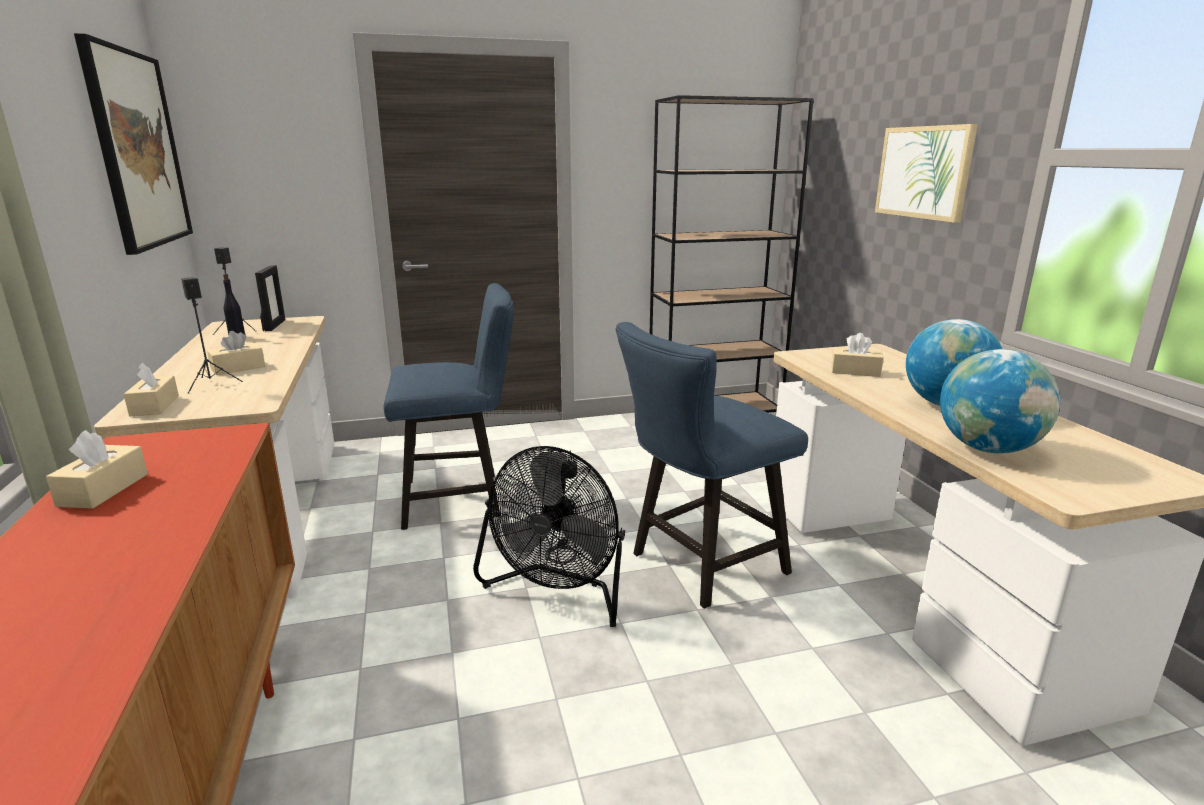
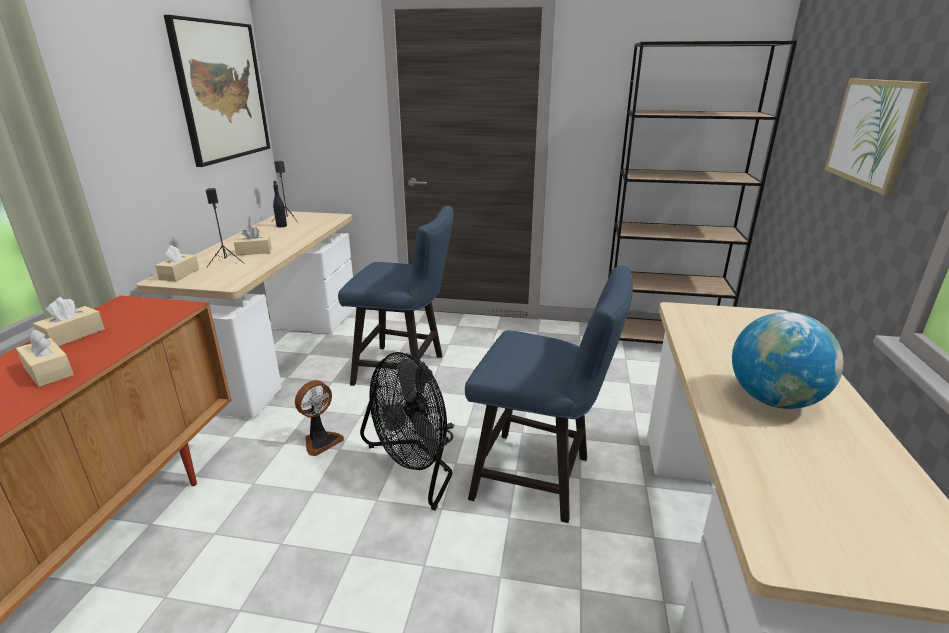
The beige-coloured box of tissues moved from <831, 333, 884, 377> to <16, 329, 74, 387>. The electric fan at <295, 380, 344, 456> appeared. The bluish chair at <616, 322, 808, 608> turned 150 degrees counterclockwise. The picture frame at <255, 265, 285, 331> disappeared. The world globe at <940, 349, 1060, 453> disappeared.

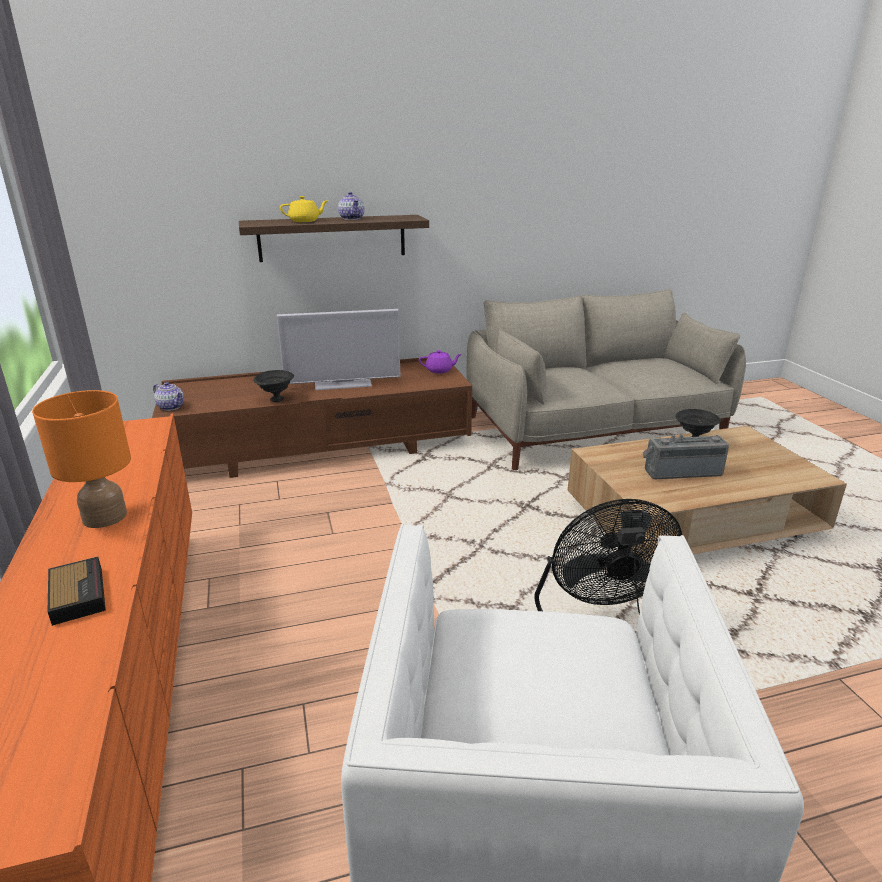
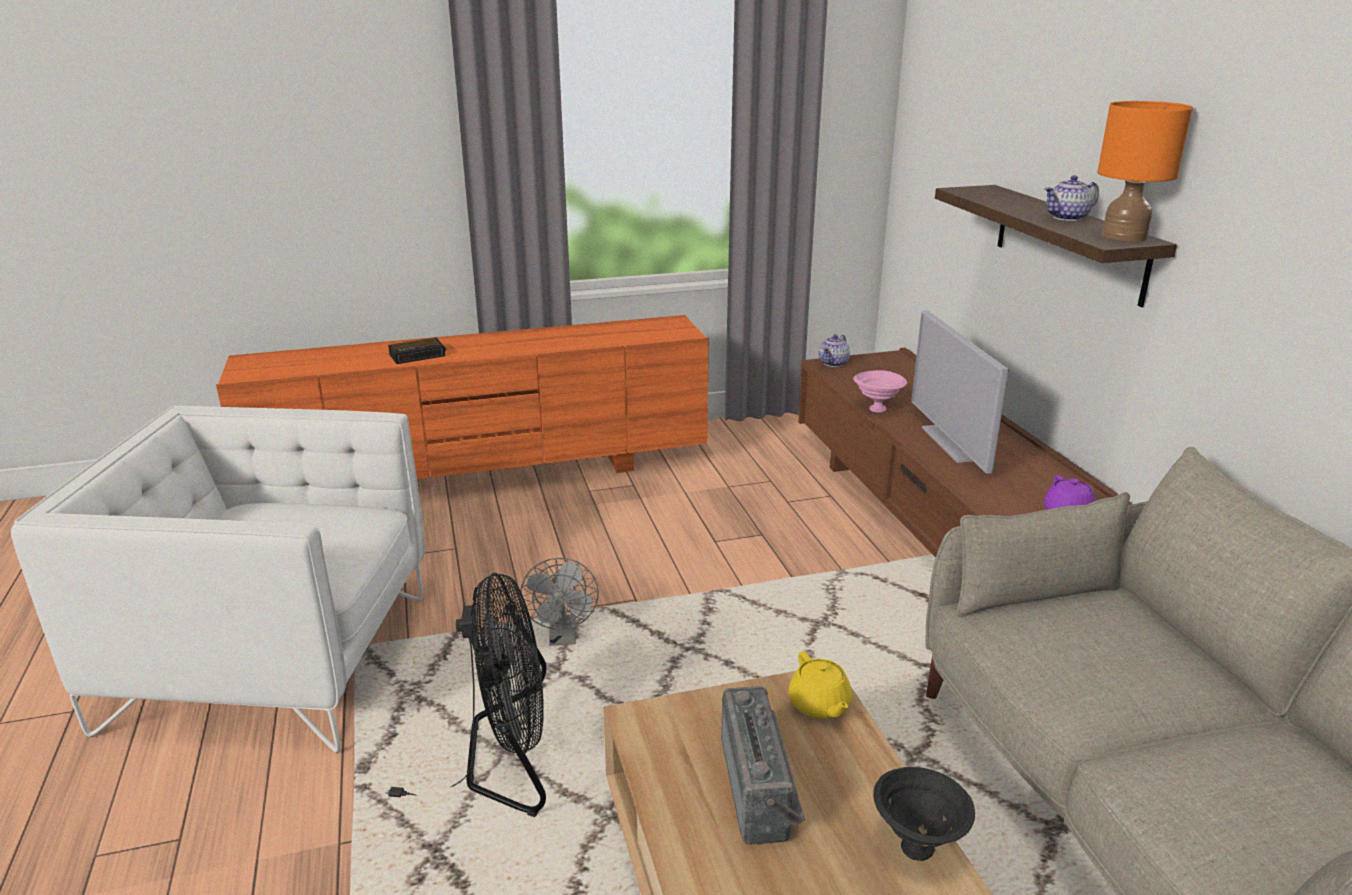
The greyish electric fan at <520, 558, 599, 646> appeared. The yellow pot for tea moved from <280, 196, 327, 222> to <789, 651, 852, 719>. The black deep dish at <253, 370, 294, 402> became the pink deep dish at <853, 370, 907, 413>. The orange tabletop lamp moved from <32, 390, 131, 528> to <1097, 101, 1193, 242>.

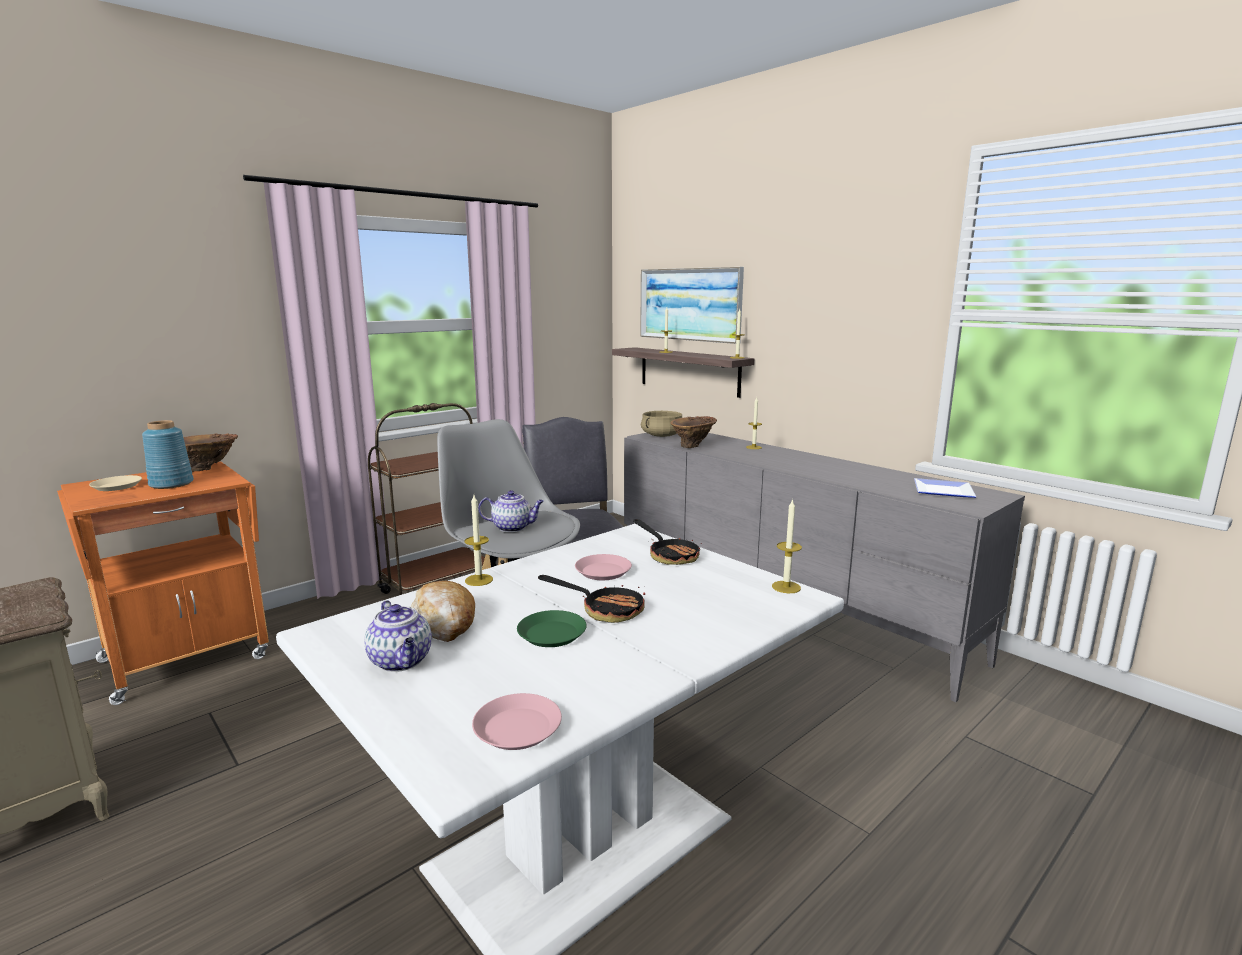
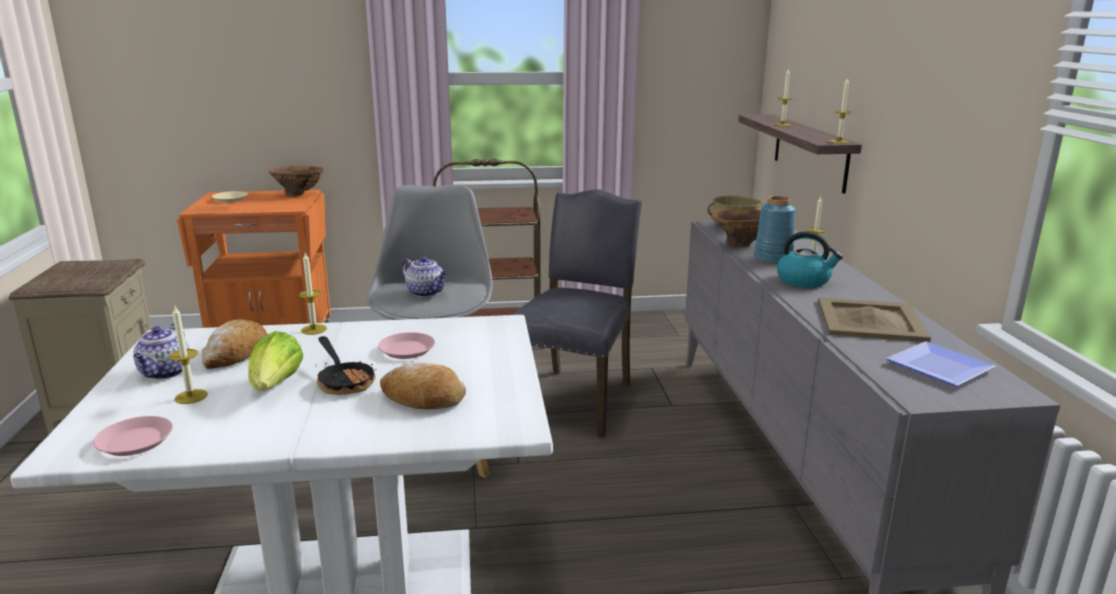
The wax candle moved from <772, 499, 802, 593> to <169, 306, 208, 404>. The greenish flat dish at <517, 610, 587, 647> was replaced by the lettuce at <248, 331, 303, 391>. The baked bread at <380, 362, 466, 409> appeared. The bluish decorative vase moved from <142, 420, 194, 489> to <754, 196, 796, 264>. The water kettle at <777, 231, 843, 288> appeared. The beige-coloured carrying tray at <818, 297, 931, 342> appeared. The skillet at <633, 519, 702, 565> disappeared. The wall art at <640, 267, 744, 344> disappeared.

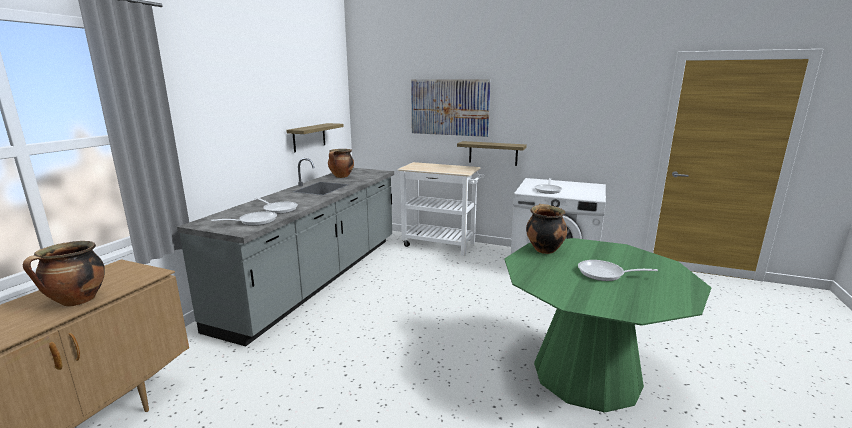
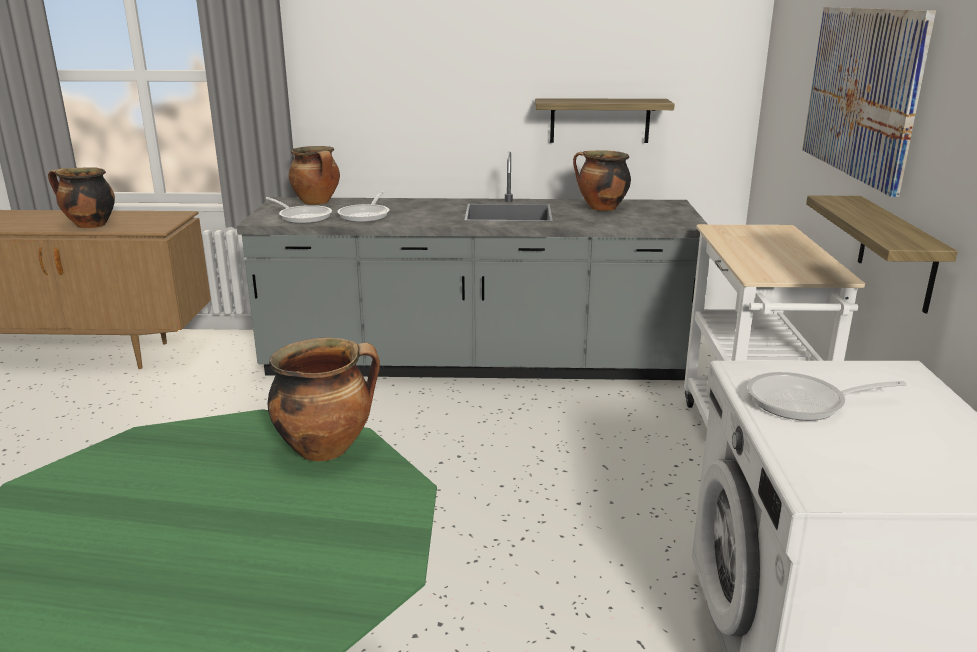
The stockpot at <288, 146, 340, 205> appeared. The skillet at <578, 260, 658, 281> disappeared.

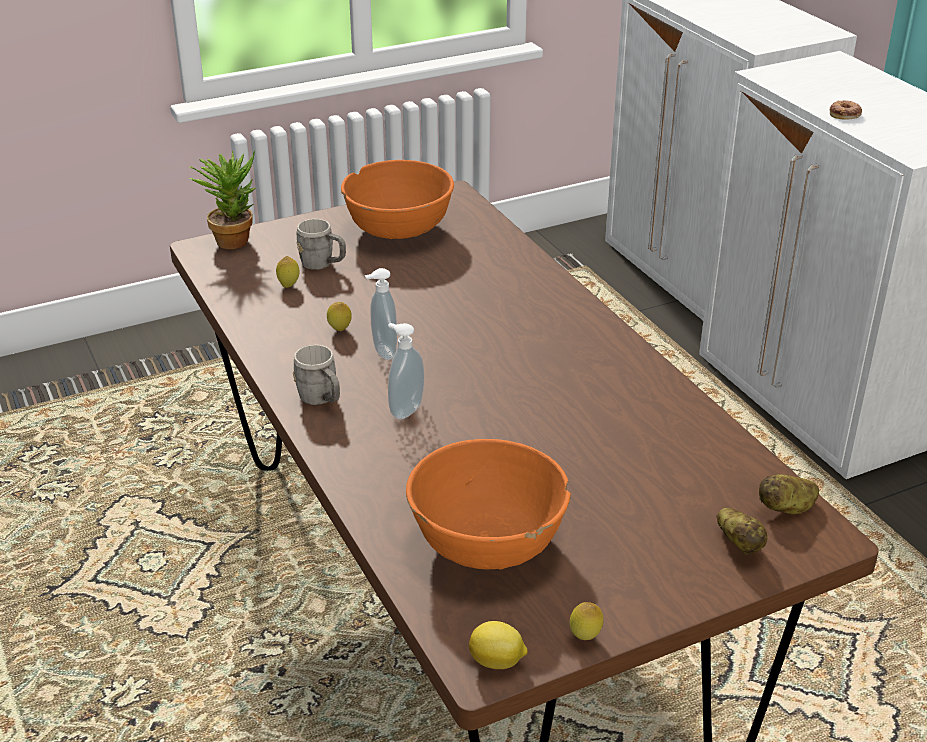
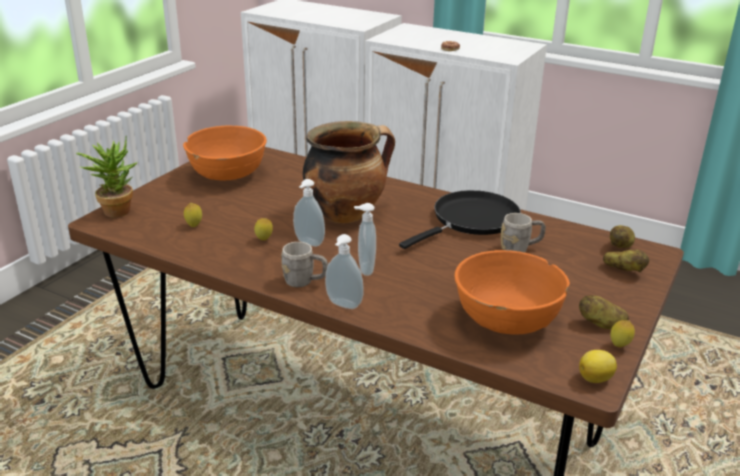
The stockpot at <303, 121, 395, 223> appeared. The liquid soap bottle at <325, 234, 364, 309> appeared. The black skillet at <399, 190, 521, 249> appeared. The greyish tea mug moved from <296, 219, 346, 270> to <501, 213, 546, 253>. The spud at <579, 295, 629, 329> appeared.

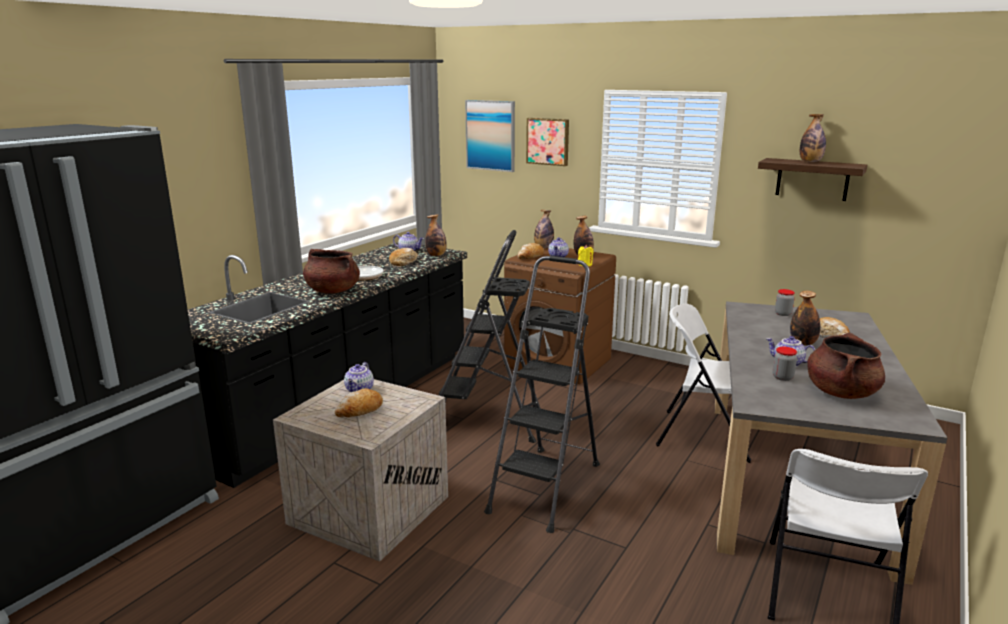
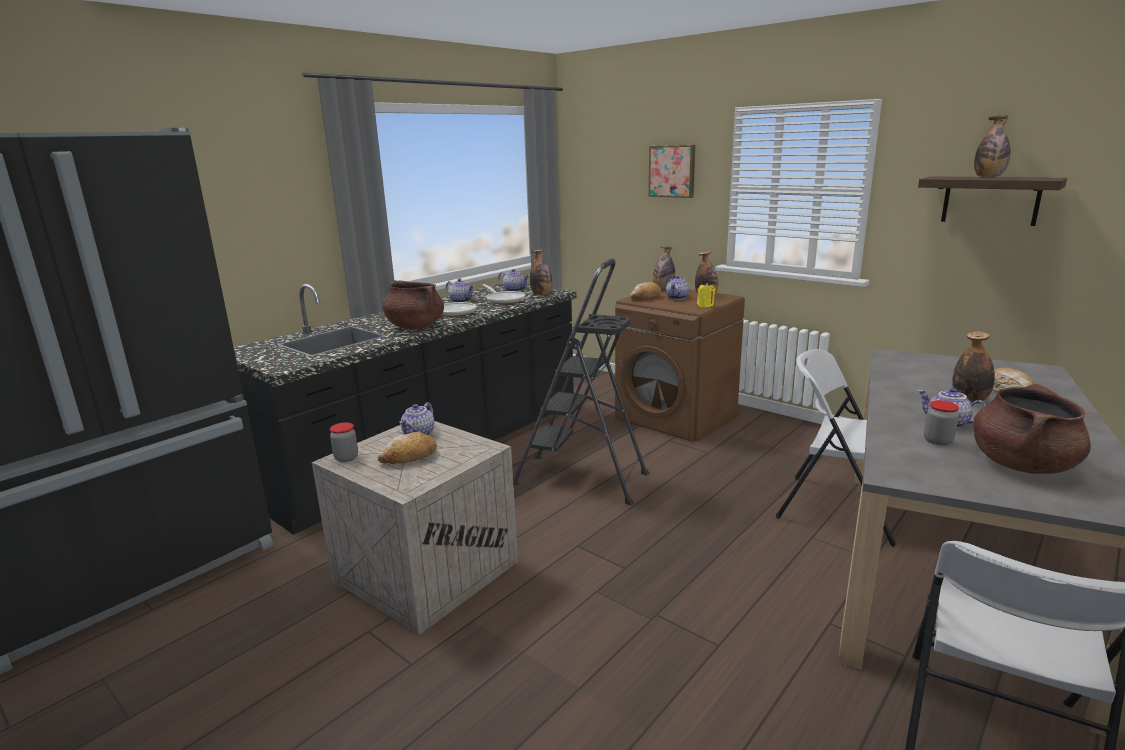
The preserve jar moved from <775, 289, 795, 316> to <330, 422, 358, 462>. The pot for tea at <446, 278, 474, 302> appeared. The baked bread at <389, 248, 418, 266> was replaced by the skillet at <483, 284, 525, 304>. The wall art at <465, 100, 515, 172> disappeared. The step ladder at <484, 256, 600, 533> disappeared.

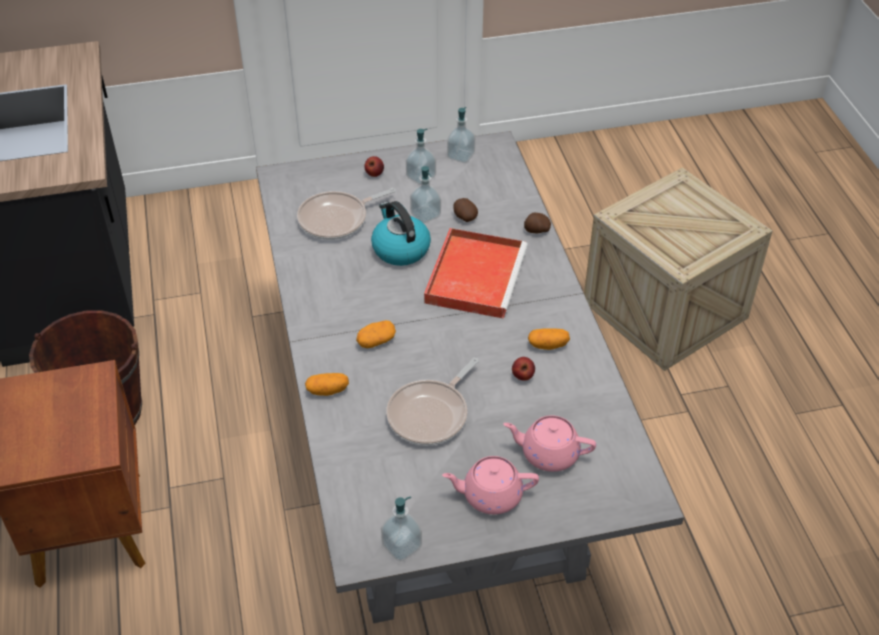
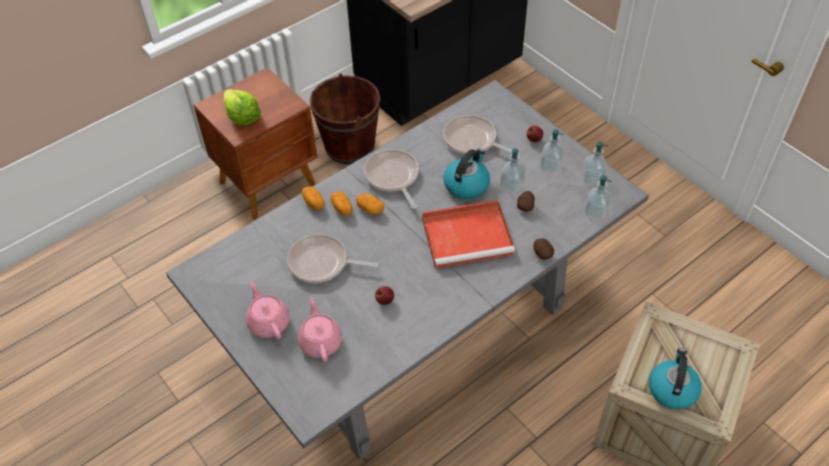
The lettuce at <223, 89, 261, 125> appeared. The spud moved from <528, 328, 570, 350> to <331, 192, 353, 216>. The skillet at <364, 149, 419, 209> appeared. The liquid soap bottle moved from <381, 496, 422, 561> to <585, 175, 612, 219>. The water kettle at <649, 348, 702, 409> appeared.

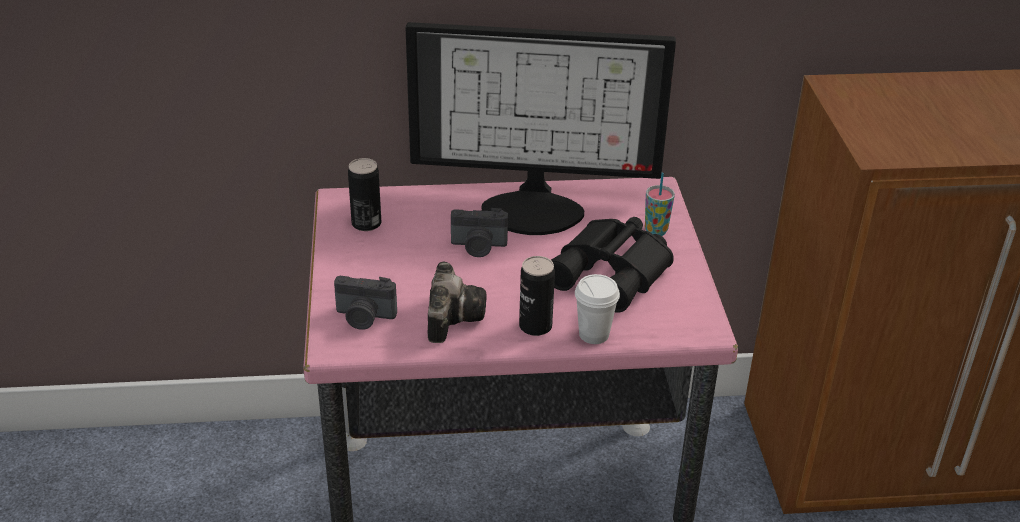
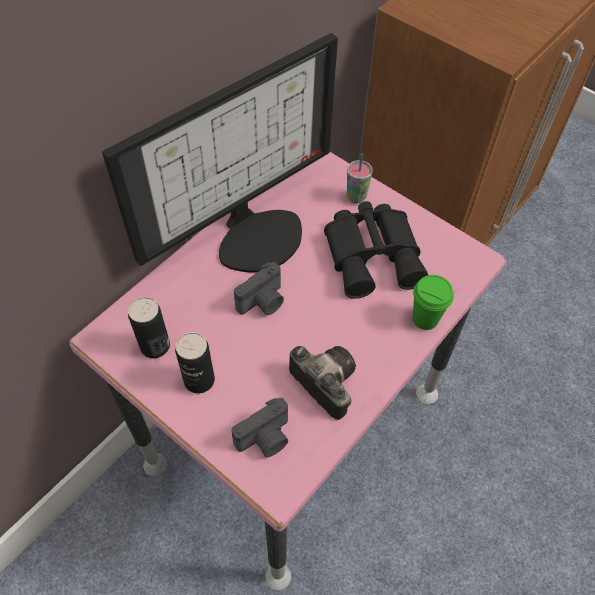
The can moved from <519, 256, 555, 336> to <175, 332, 215, 393>. The white-coloured drinking cup at <575, 274, 620, 344> became the greenish drinking cup at <412, 275, 454, 330>.

